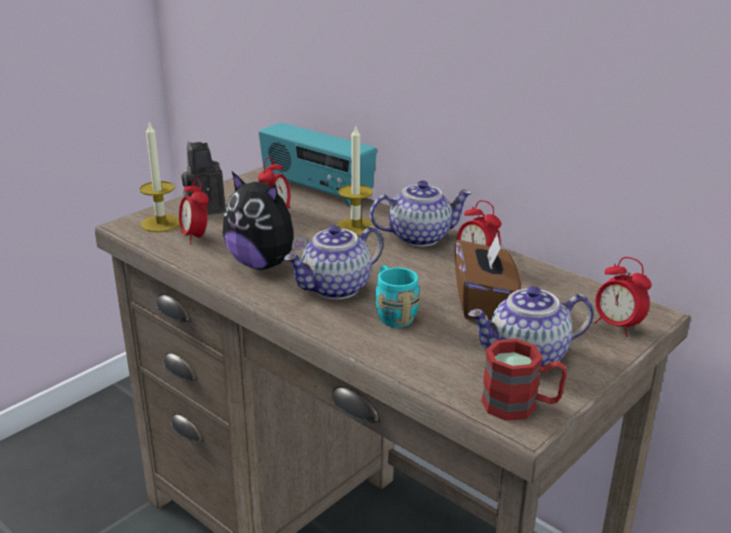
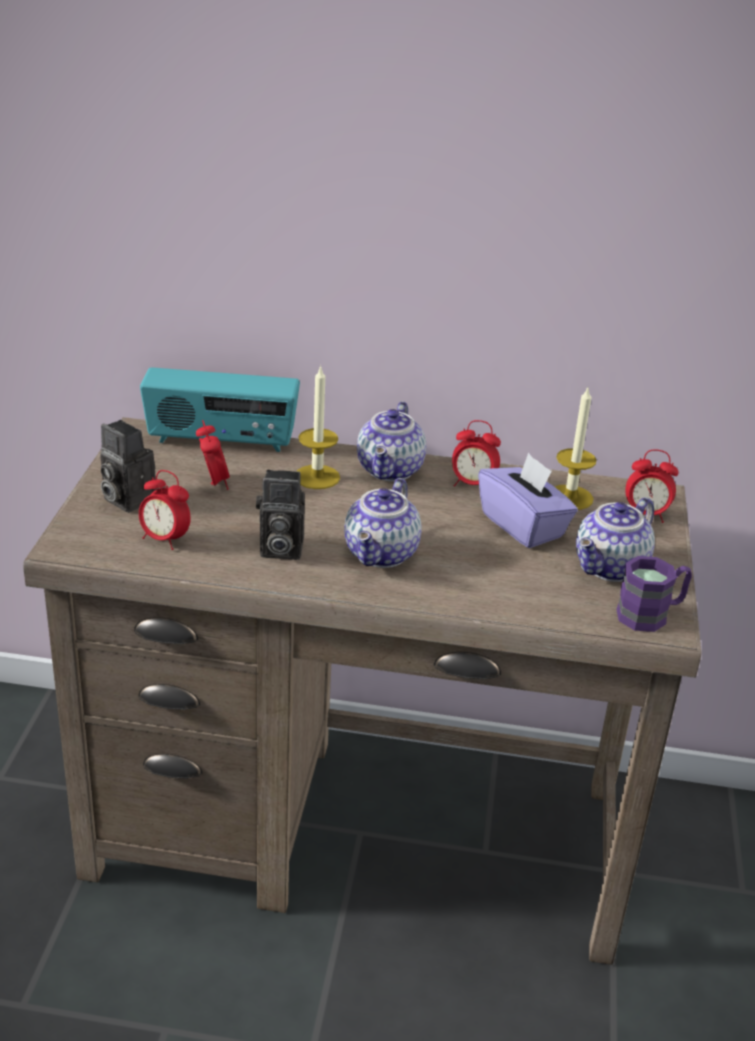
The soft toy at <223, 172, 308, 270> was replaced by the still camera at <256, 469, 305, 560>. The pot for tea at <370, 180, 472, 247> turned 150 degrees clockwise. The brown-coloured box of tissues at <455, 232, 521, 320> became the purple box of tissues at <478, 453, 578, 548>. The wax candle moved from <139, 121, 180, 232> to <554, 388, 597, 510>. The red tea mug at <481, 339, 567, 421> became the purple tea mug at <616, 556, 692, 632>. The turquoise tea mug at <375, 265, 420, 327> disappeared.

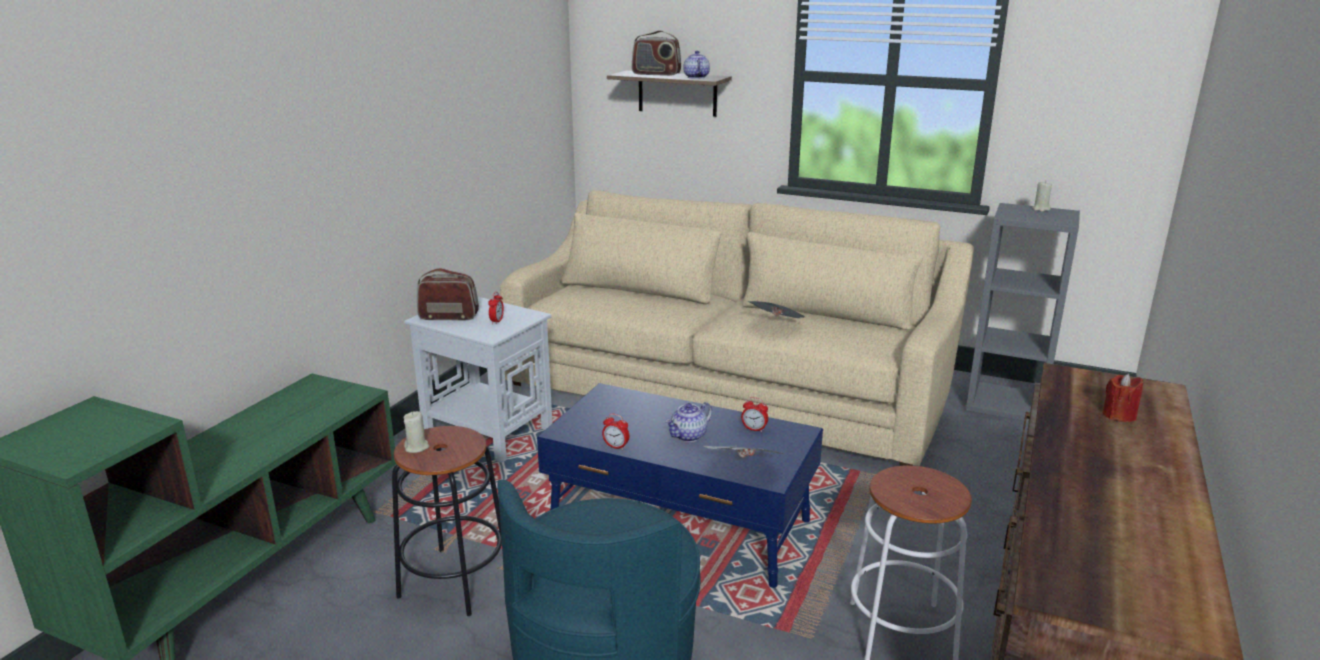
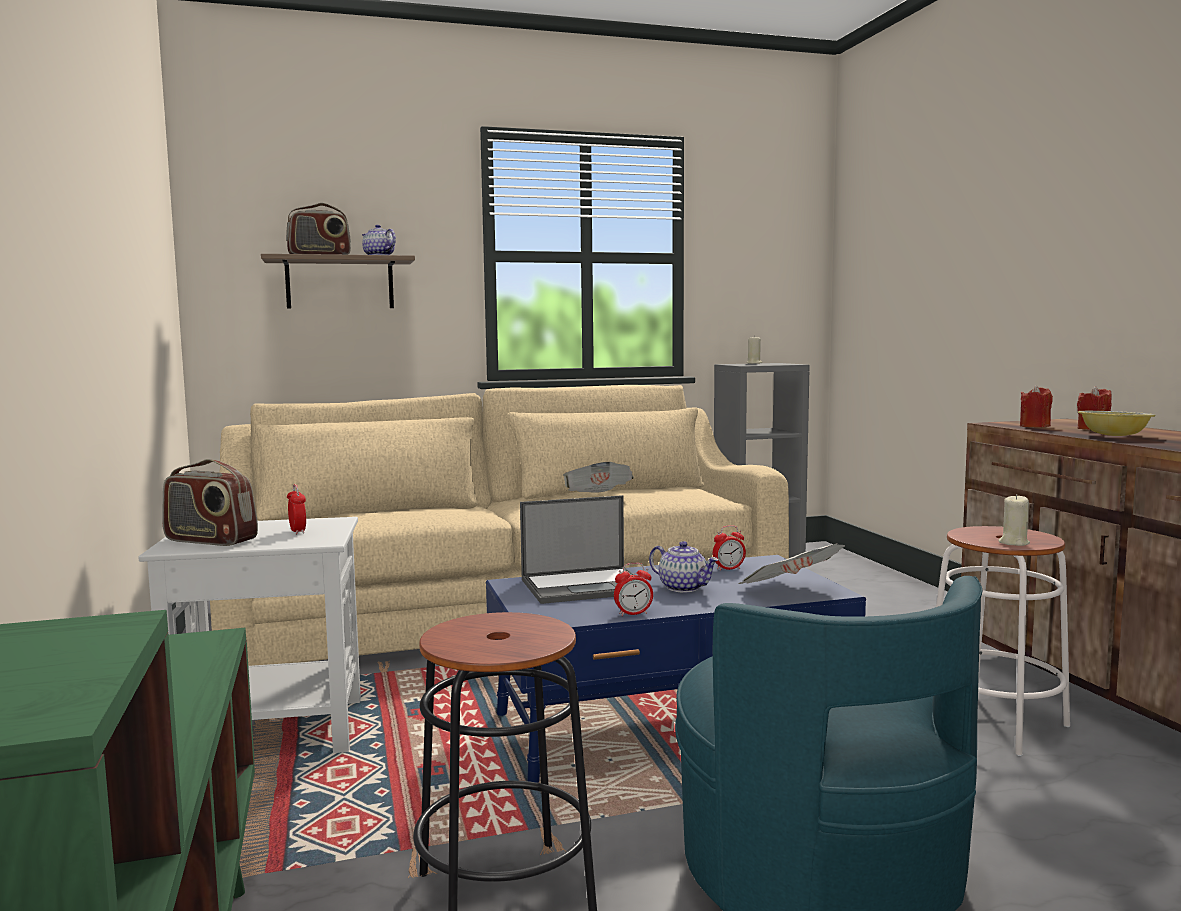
The radio at <417, 268, 479, 320> turned 120 degrees counterclockwise. The notebook computer at <520, 495, 633, 604> appeared. The pot for tea at <665, 402, 712, 442> turned 60 degrees counterclockwise. The beige-coloured wax candle moved from <404, 411, 429, 453> to <999, 494, 1030, 546>. The red wax candle at <1020, 385, 1053, 427> appeared. The deep dish at <1078, 411, 1155, 436> appeared.

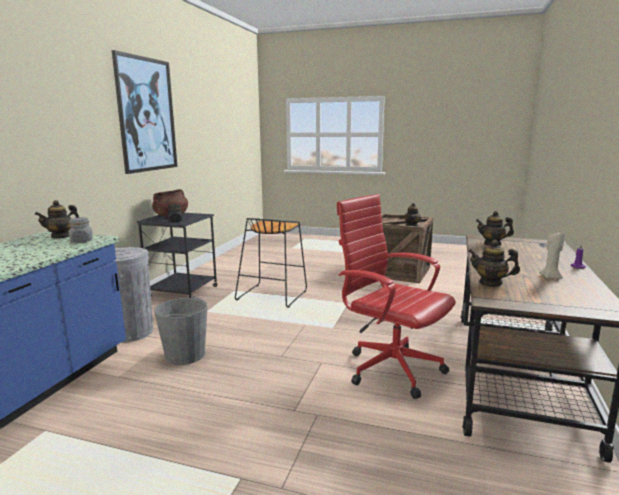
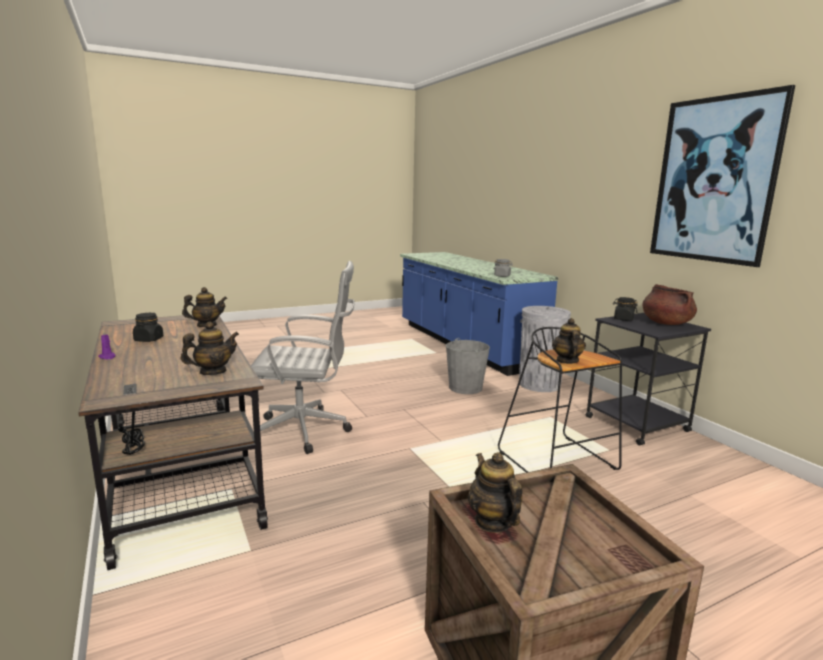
The beige-coloured wax candle at <539, 232, 565, 279> was replaced by the black preserve jar at <133, 313, 163, 342>. The red office chair at <337, 194, 456, 399> became the greyish office chair at <251, 261, 355, 454>. The pot for tea moved from <35, 200, 79, 239> to <552, 318, 586, 364>.

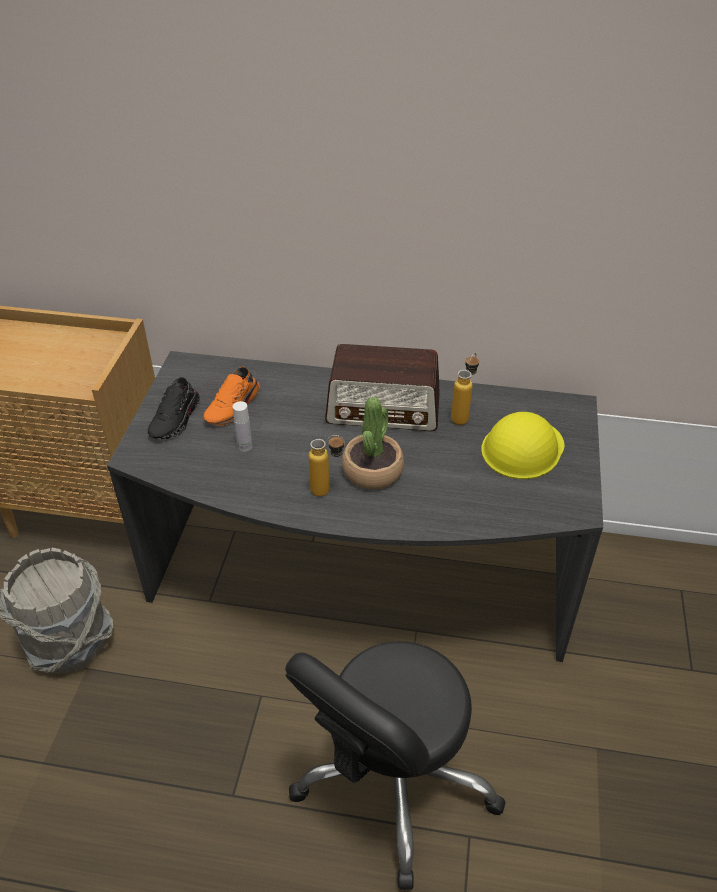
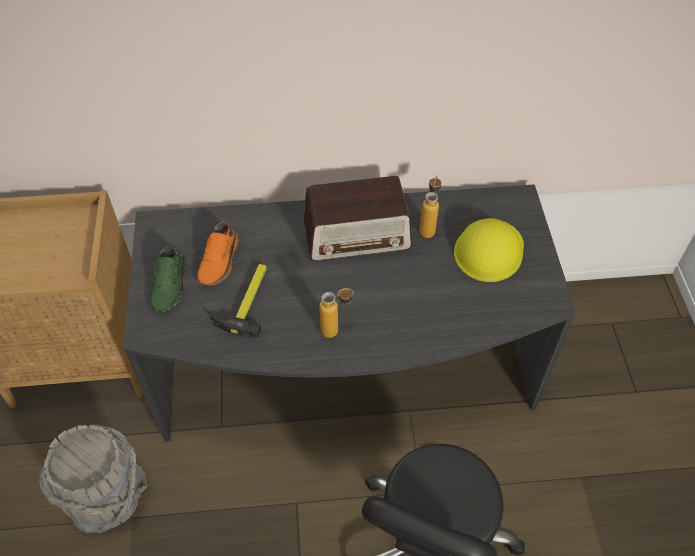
The black low shoe at <148, 377, 199, 439> became the greenish low shoe at <150, 246, 186, 311>. The white-coloured drink bottle at <233, 401, 252, 452> was replaced by the hand hammer at <209, 264, 267, 338>. The potted plant at <342, 397, 404, 489> disappeared.

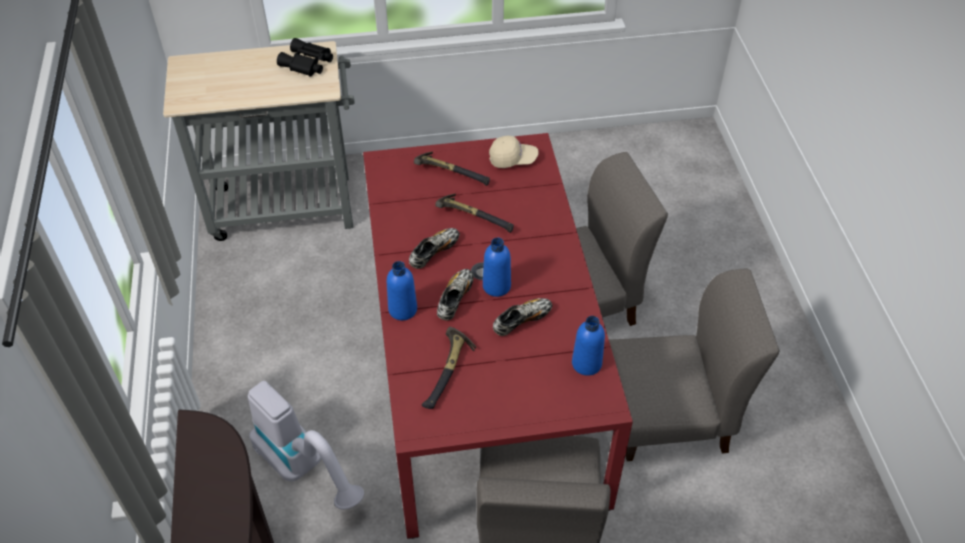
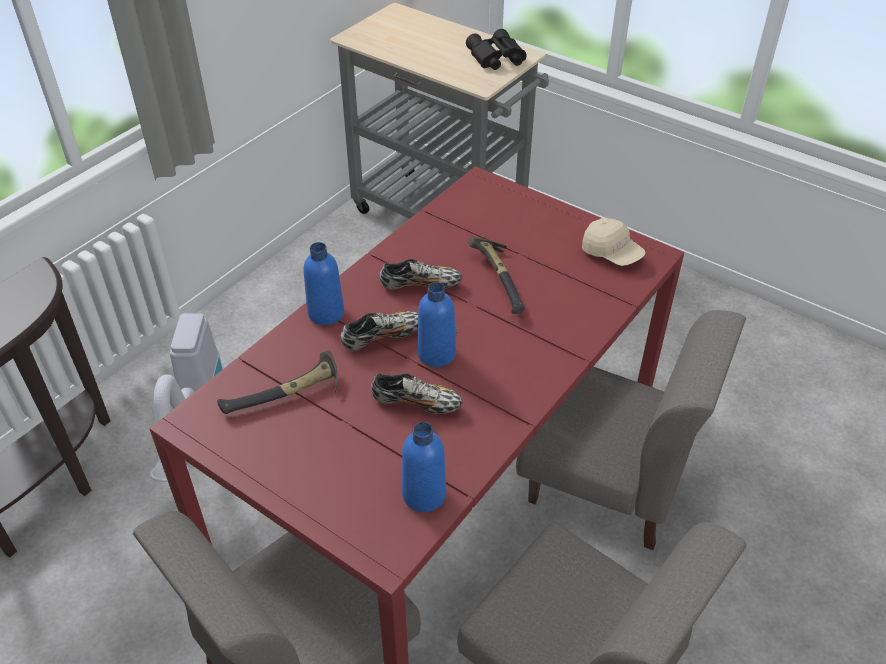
The hand hammer at <414, 152, 490, 186> disappeared.

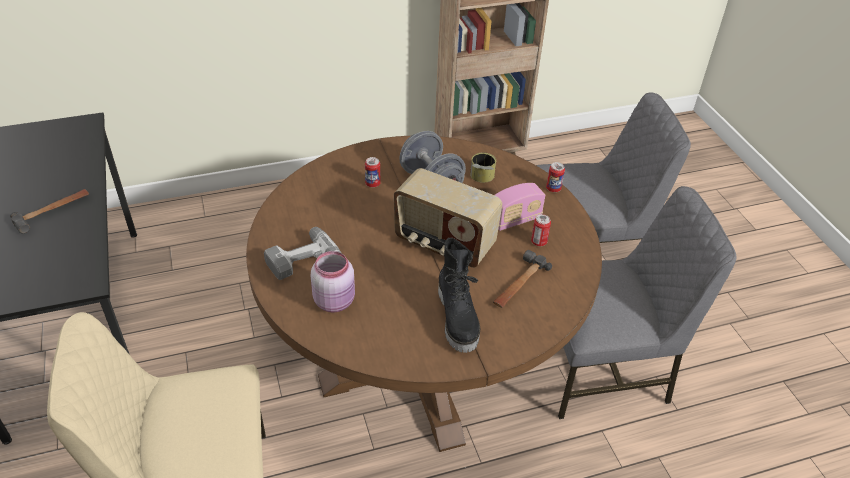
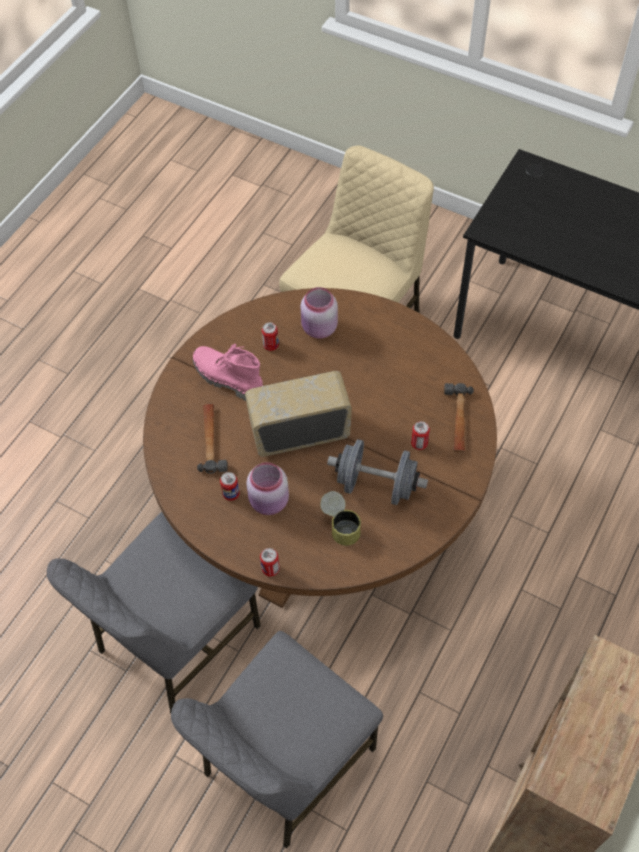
The black tall boot at <438, 238, 480, 353> became the pink tall boot at <193, 344, 263, 401>. The radio at <495, 183, 545, 231> was replaced by the pink preserve jar at <246, 462, 289, 515>. The can at <262, 322, 279, 351> appeared. The hand hammer moved from <10, 189, 89, 233> to <444, 383, 474, 452>. The electric drill at <264, 227, 342, 280> disappeared.

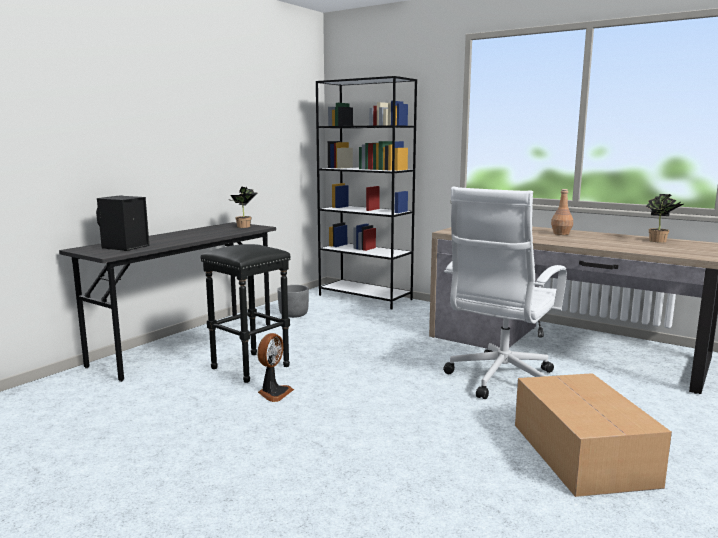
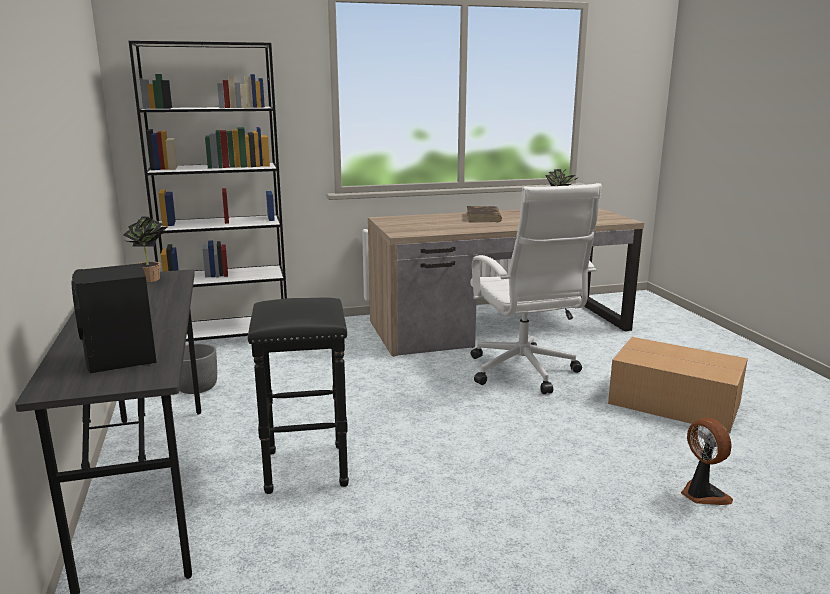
The brown-coloured drink bottle at <551, 189, 573, 235> was replaced by the brown-coloured volume at <467, 206, 502, 222>. The electric fan moved from <257, 333, 294, 402> to <681, 418, 733, 505>.

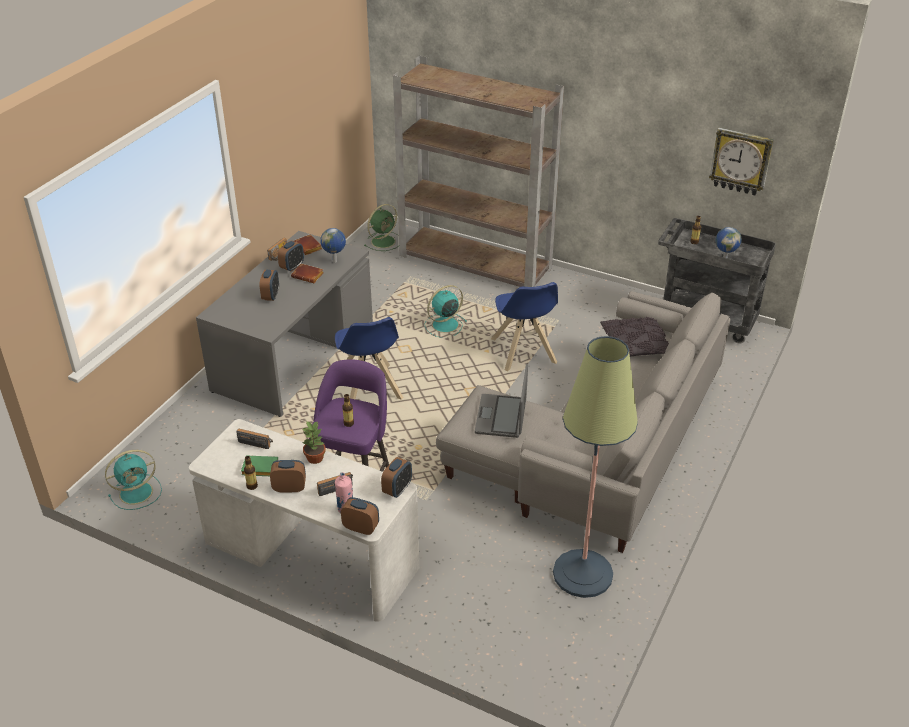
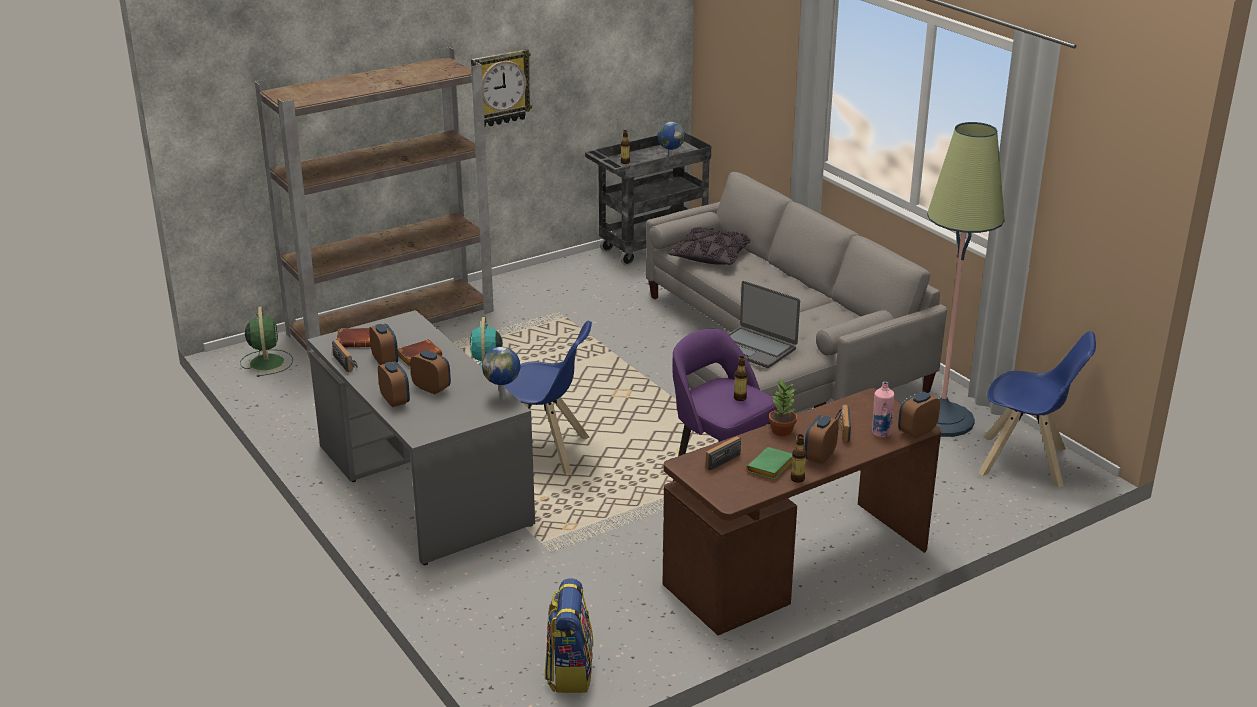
The bedside clock moved from <381, 457, 412, 498> to <378, 361, 410, 407>. The hanging clock moved from <709, 128, 774, 195> to <471, 49, 532, 126>. The world globe moved from <320, 228, 346, 263> to <482, 347, 520, 400>. The turquoise electric fan at <105, 450, 162, 510> was replaced by the knapsack at <545, 578, 593, 693>. The white-coloured desk unit at <189, 419, 419, 622> became the brown-coloured desk unit at <663, 388, 941, 635>. The bluish chair moved from <491, 282, 558, 371> to <979, 331, 1096, 487>.

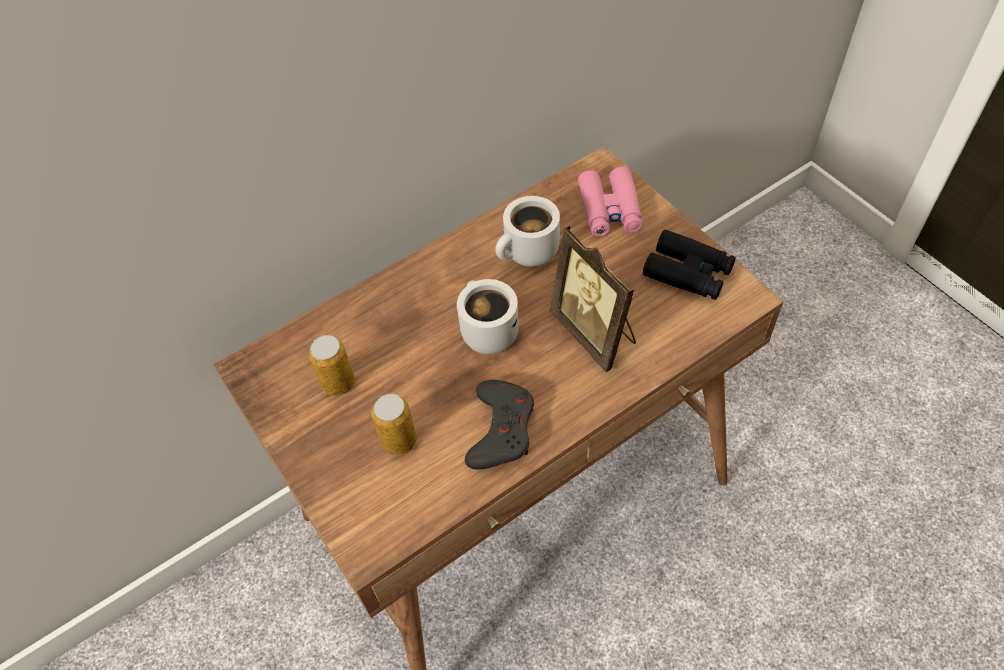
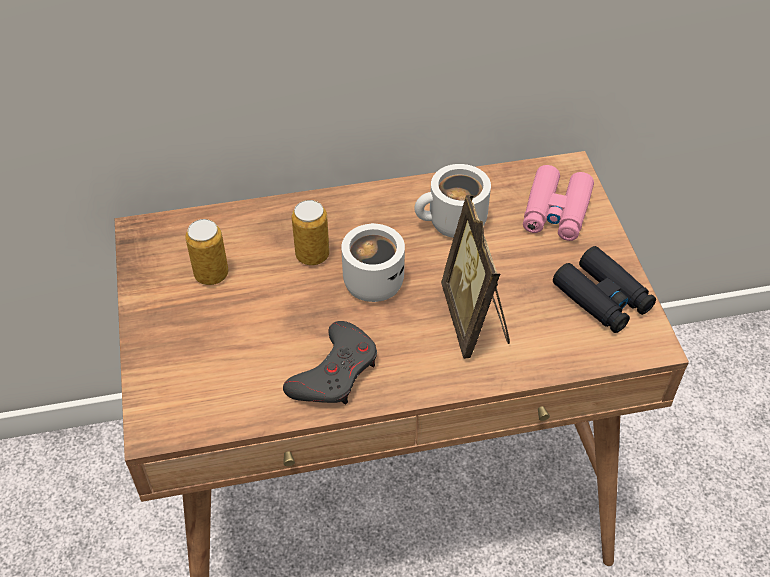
The can moved from <371, 394, 417, 455> to <292, 200, 329, 265>.

